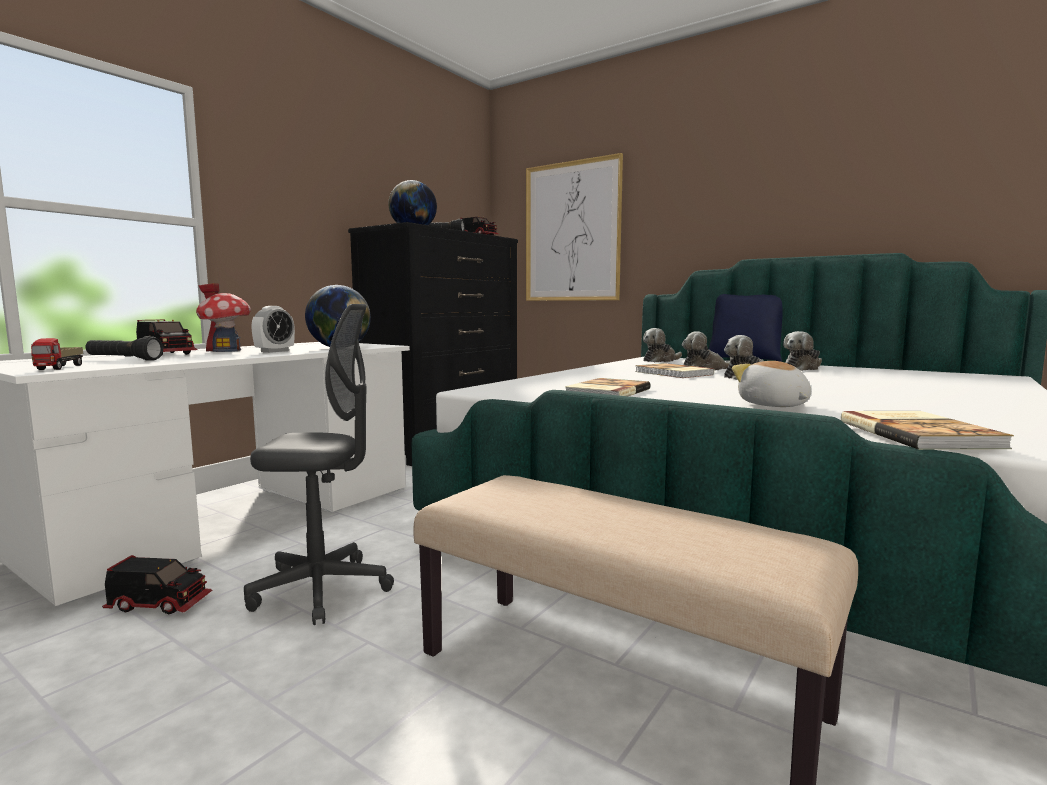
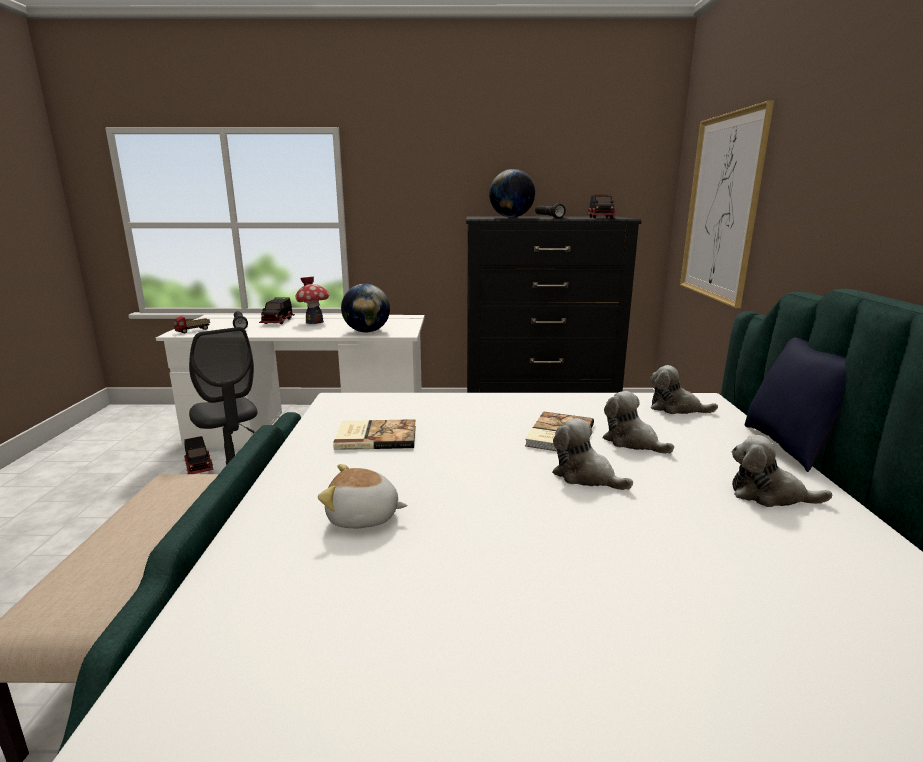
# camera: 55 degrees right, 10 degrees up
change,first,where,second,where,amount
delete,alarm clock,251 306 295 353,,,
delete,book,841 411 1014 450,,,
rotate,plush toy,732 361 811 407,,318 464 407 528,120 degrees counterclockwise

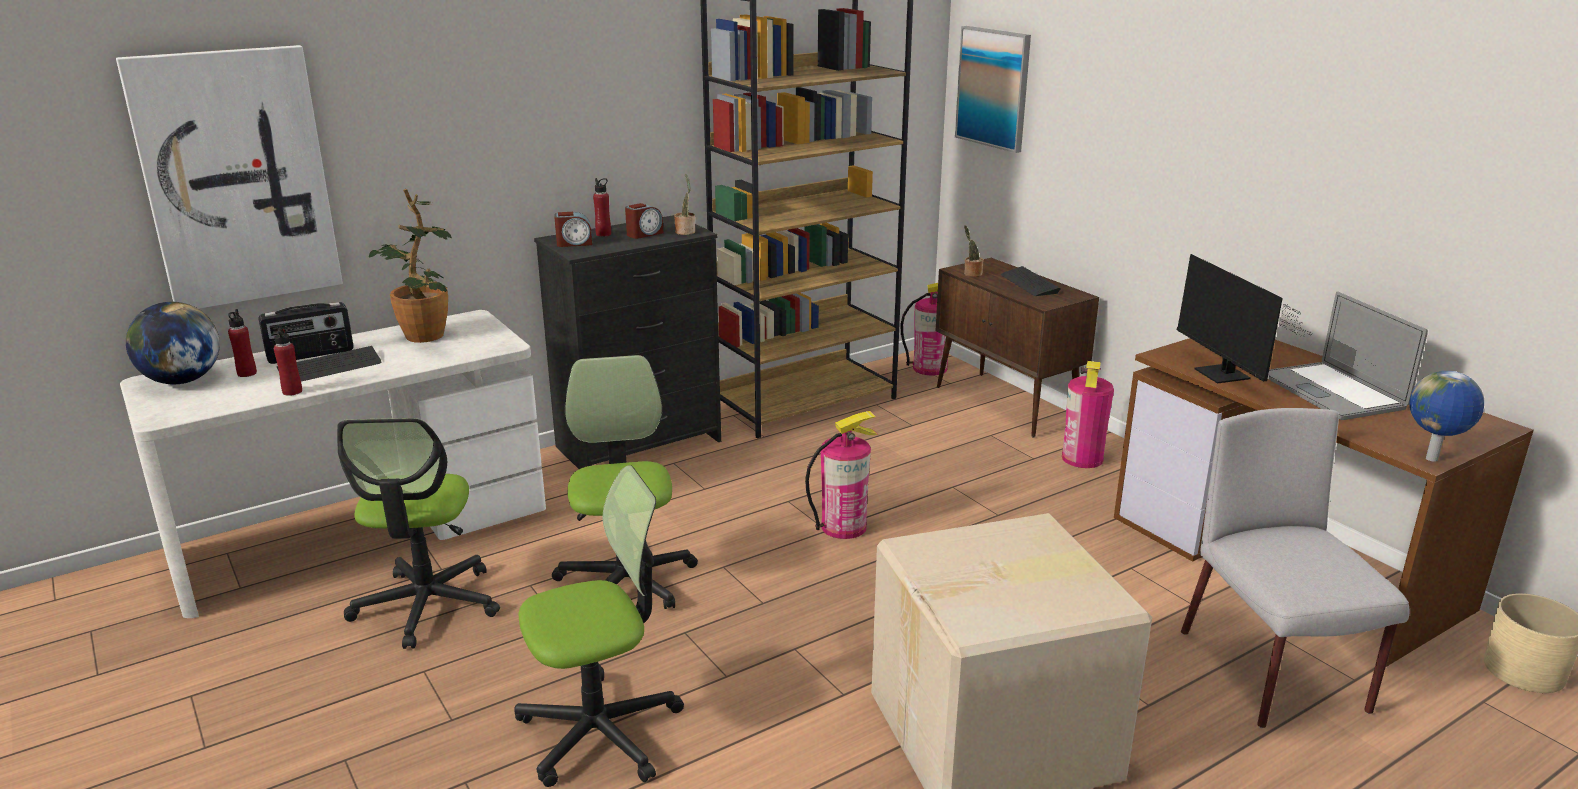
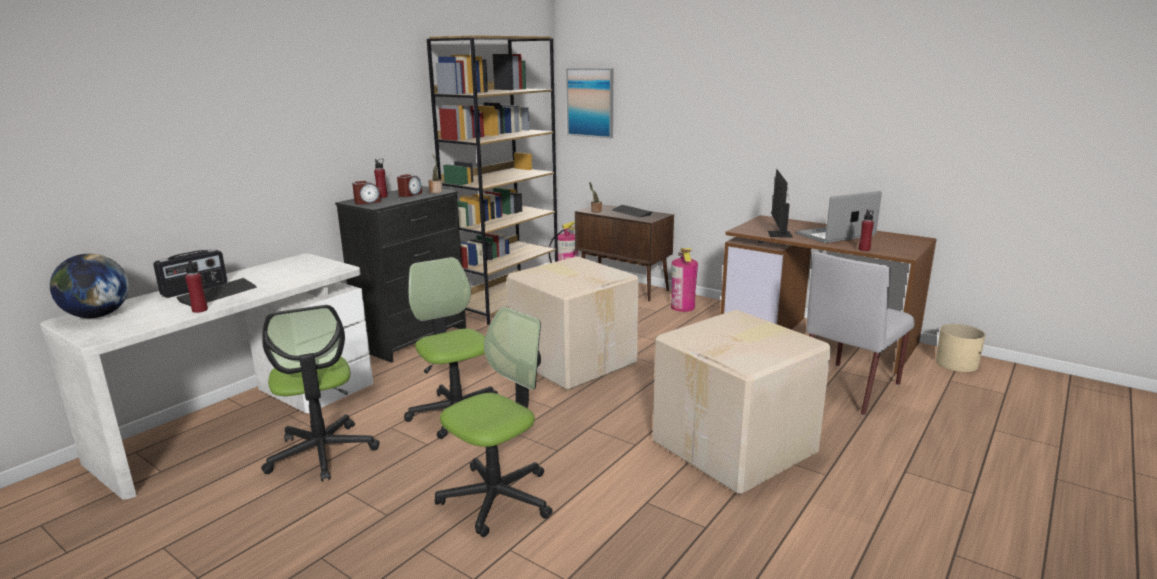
# camera: 20 degrees left, 5 degrees down
change,first,where,second,where,amount
delete,picture,116 45 343 309,,,
delete,potted plant,369 189 452 343,,,
delete,globe,1409 371 1484 462,,,
move,red bottle,228 309 257 377,,859 209 874 251,
replace,fire extinguisher,805 411 878 539,cardboard box,507 256 639 390,
rotate,monitor,1177 254 1312 384,,768 169 793 237,45 degrees clockwise
rotate,grey chair,1181 408 1410 728,,806 252 915 415,105 degrees counterclockwise
rotate,laptop,1268 291 1428 420,,795 191 882 243,105 degrees clockwise

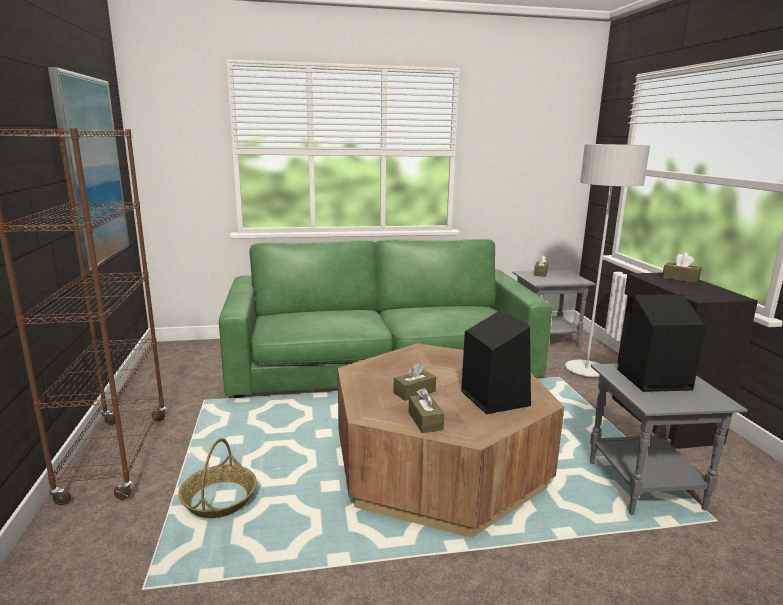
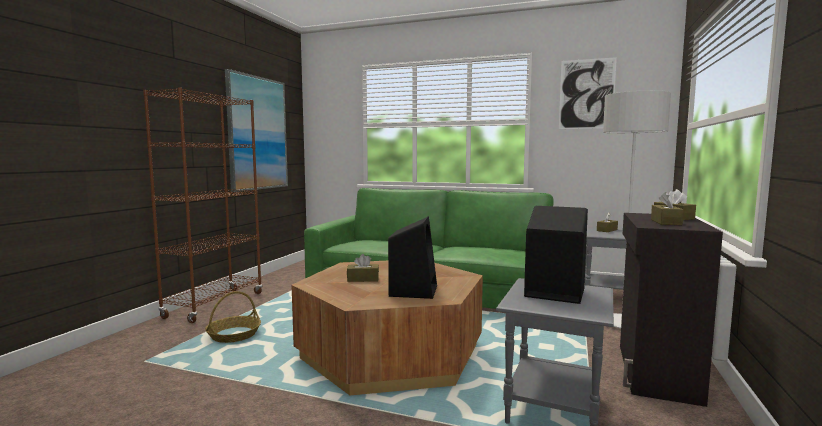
# camera: 30 degrees right, 10 degrees down
change,first,where,second,where,amount
insert,,,picture,559 57 617 129,
move,brown tissue box,409 388 444 433,,651 192 684 225,

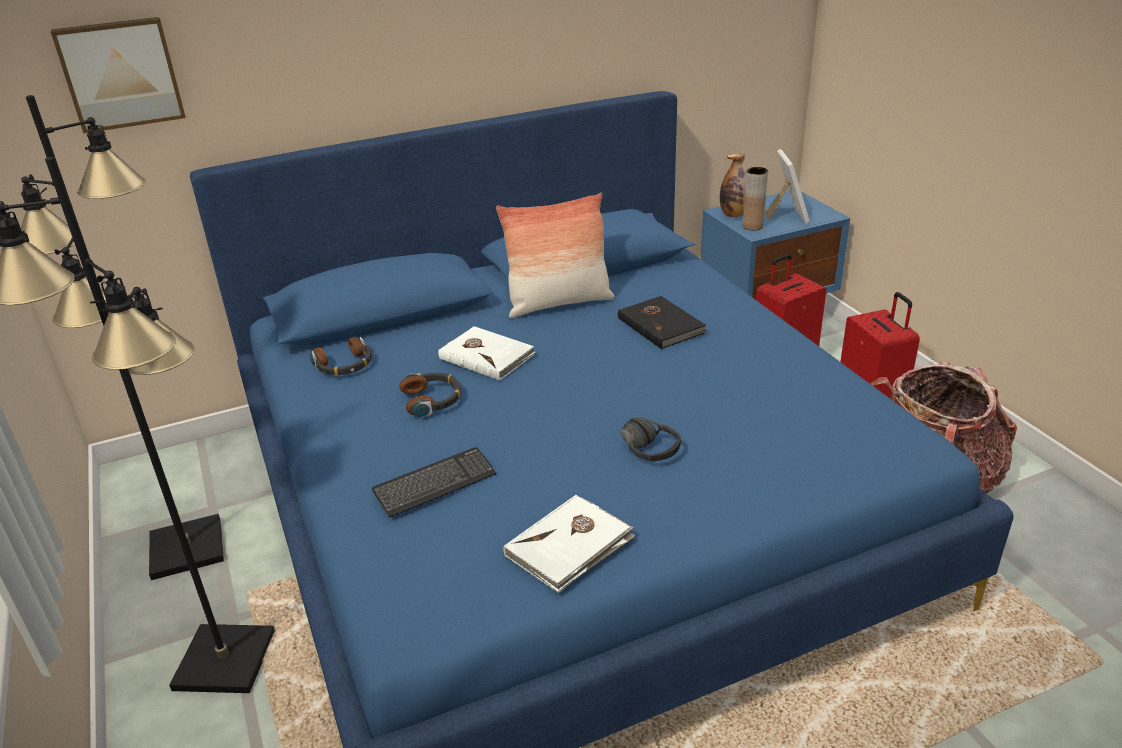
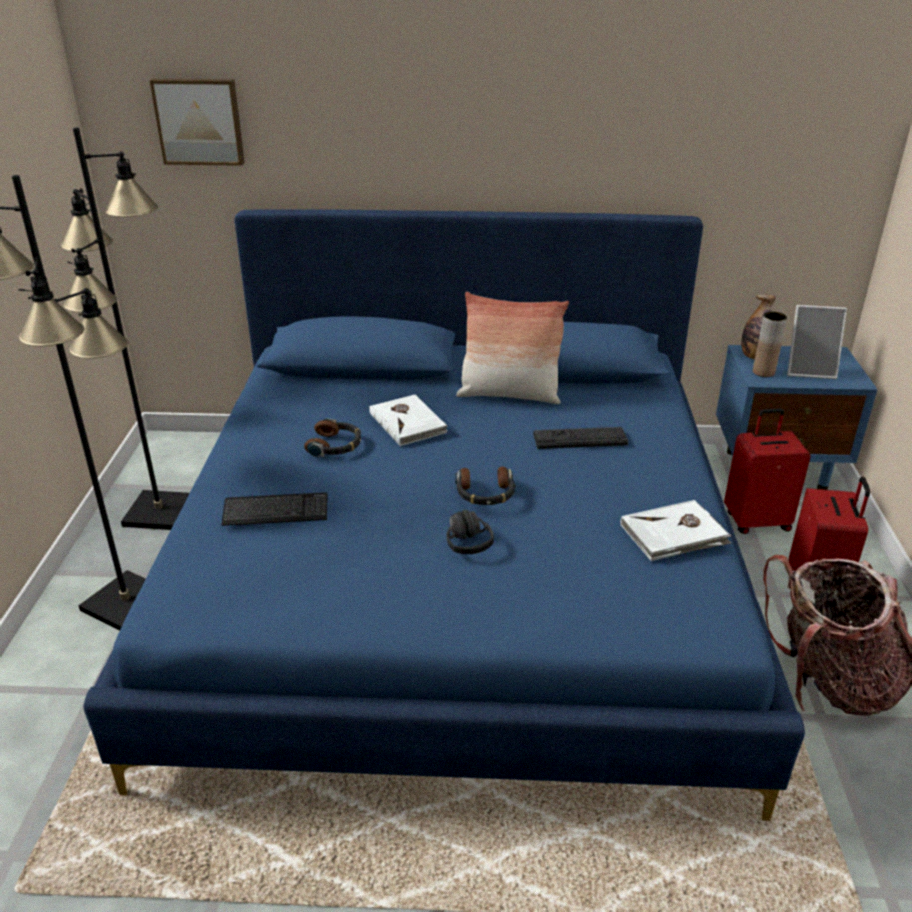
# camera: 25 degrees right, 0 degrees up
change,first,where,second,where,amount
move,headphones,310 337 372 376,,455 467 515 505,
move,white book,503 495 636 593,,620 500 731 561,
replace,black book,618 296 706 349,keyboard,533 427 628 449,
rotate,picture frame,765 149 810 224,,787 305 847 379,75 degrees clockwise

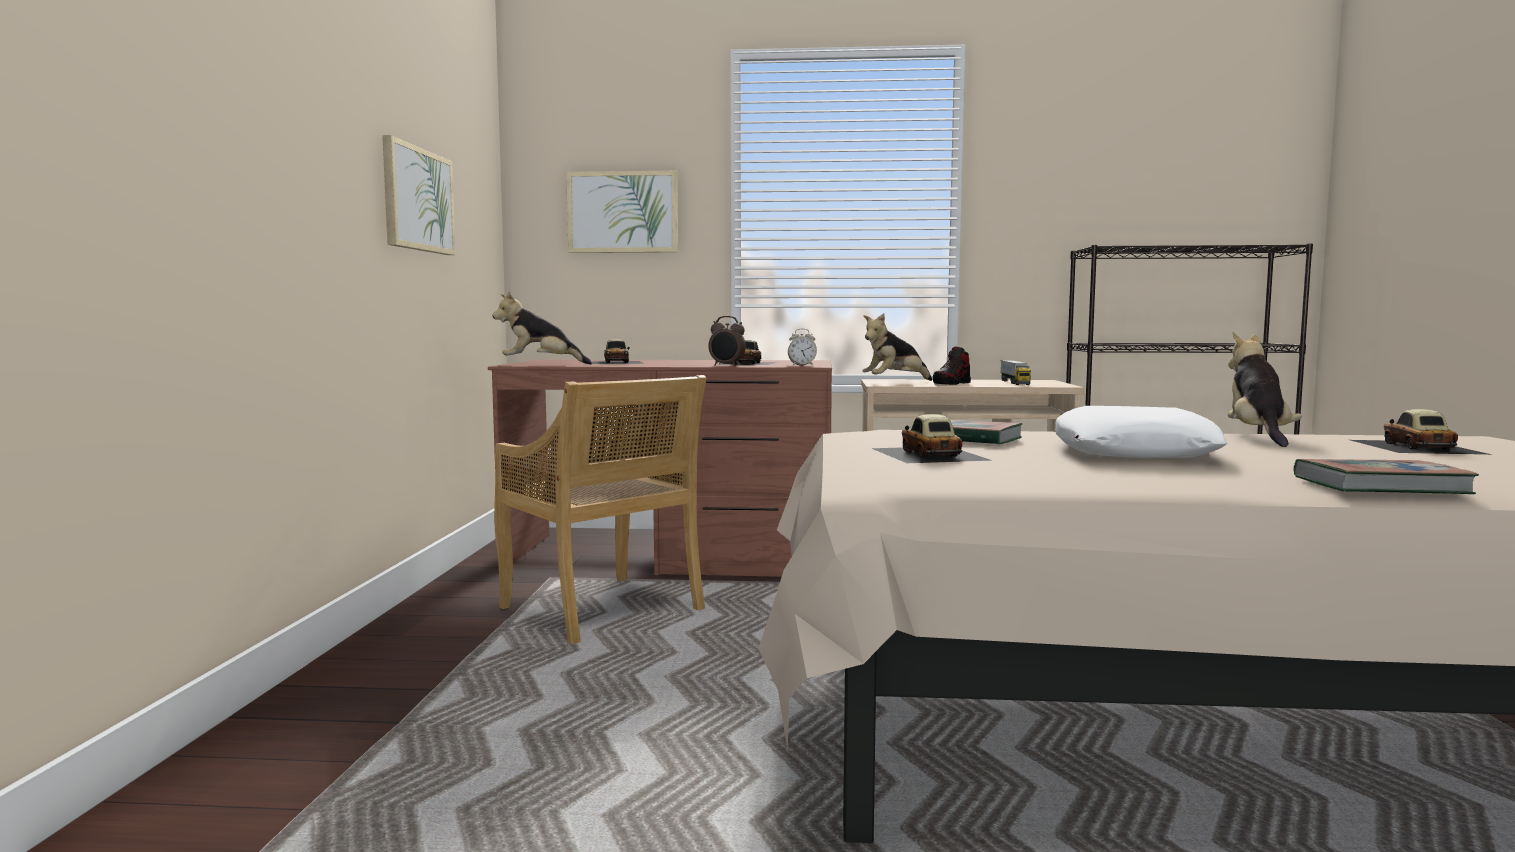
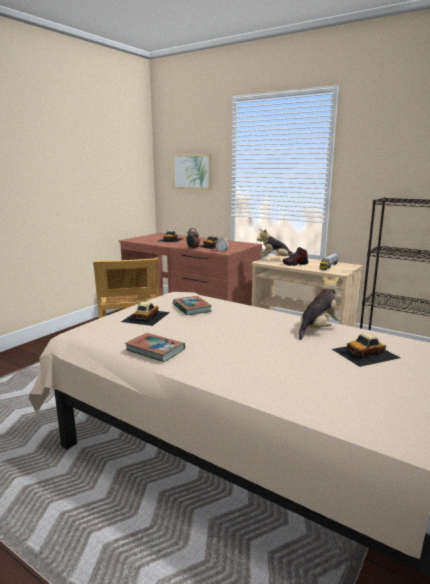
# camera: 30 degrees right, 10 degrees up
change,first,where,second,where,amount
delete,picture,382 135 456 255,,,
delete,plush toy,492 291 592 365,,,
delete,white pillow,1055 406 1227 458,,,
move,book,1293 459 1479 494,,125 333 185 362,
rotate,toy car,1350 409 1492 455,,332 333 400 367,150 degrees counterclockwise

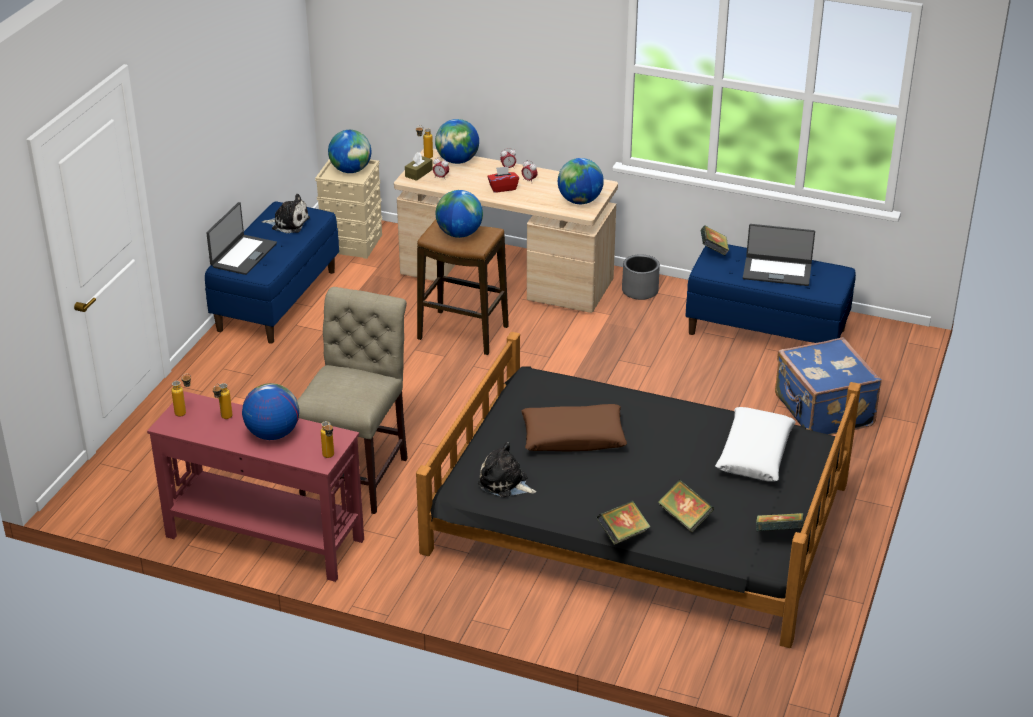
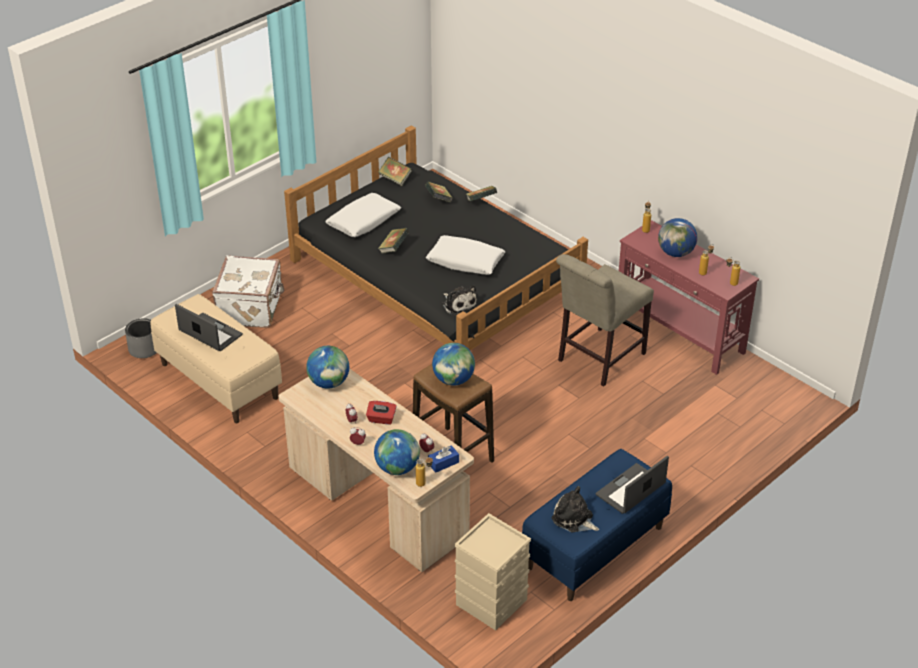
# camera: 155 degrees left, 5 degrees up
change,first,where,second,where,amount
delete,globe,328 130 371 173,,,
move,plush toy,478 442 536 497,,442 285 477 316,
move,grey planter,622 254 660 300,,125 318 157 358,
move,book,700 225 729 256,,378 228 409 254,
recolor,brown tissue box,405 152 433 181,blue tissue box,428 445 459 473,
recolor,brown pillow,521 404 627 452,white pillow,426 235 505 275,
recolor,blue bench,686 244 856 343,beige bench,151 294 282 423,
recolor,blue suitcase,775 337 882 435,white suitcase,212 255 284 328,

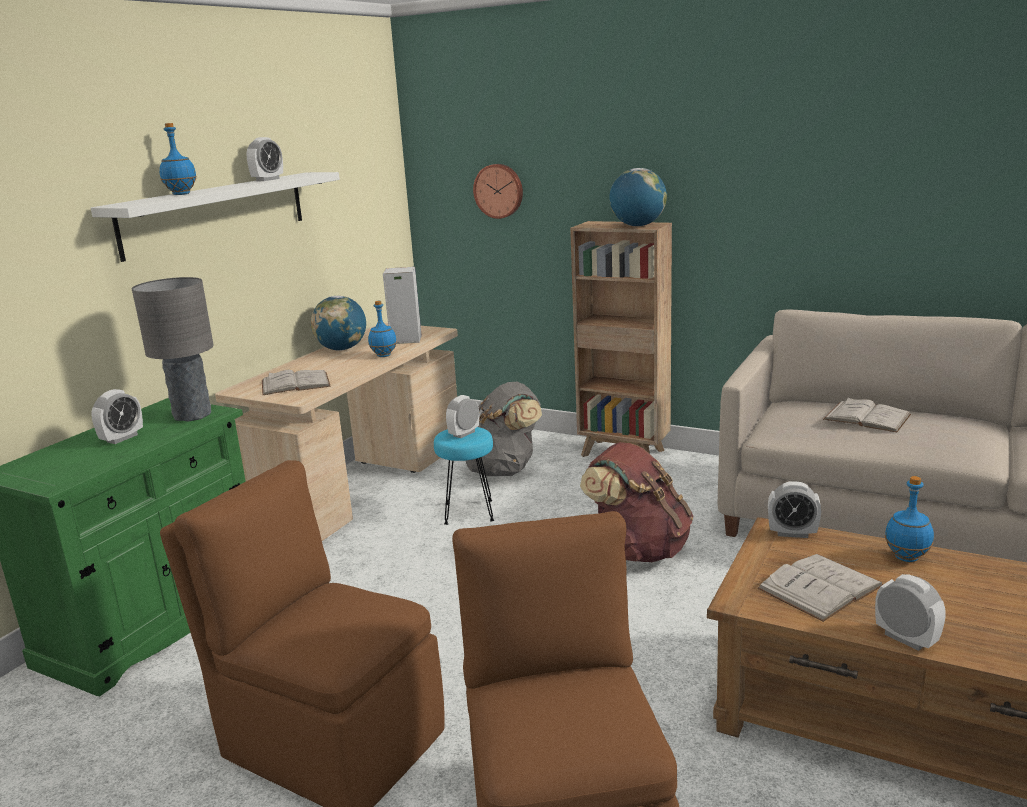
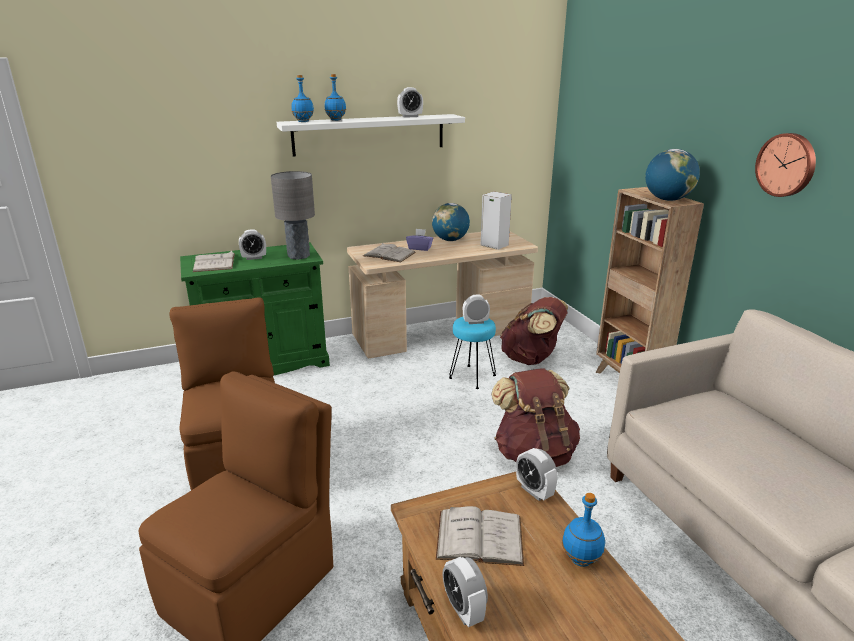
# camera: 40 degrees right, 5 degrees up
change,first,where,second,where,amount
insert,,,purple tissue box,406 229 433 251,
move,blue bottle,368 301 397 357,,291 75 314 122,
move,wall clock,473 164 523 219,,755 133 816 197,
move,white book,823 397 911 432,,193 250 235 272,
recolor,grey backpack,466 382 542 476,brown backpack,500 297 568 365,
rotate,alarm clock,875 574 946 651,,442 557 488 627,150 degrees clockwise

